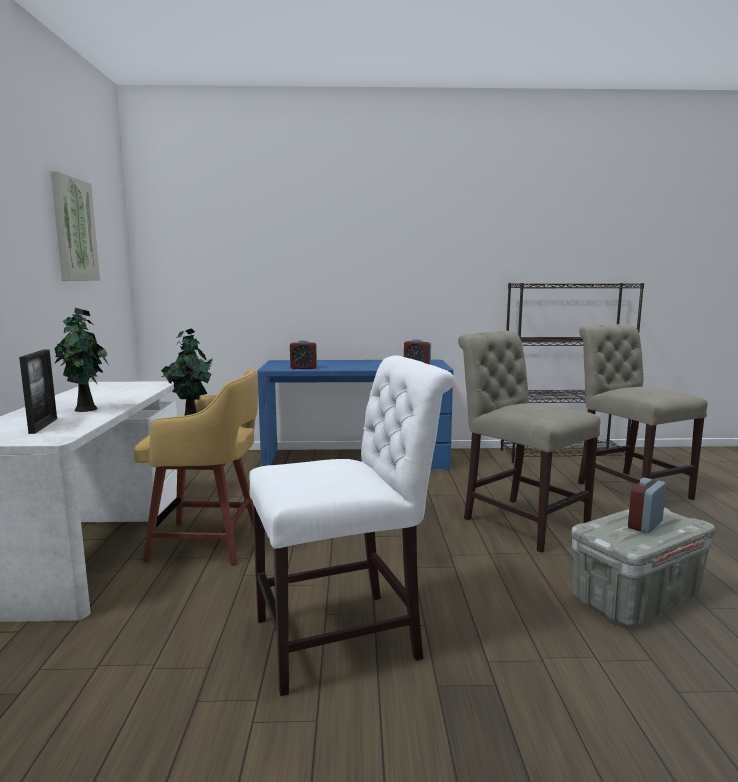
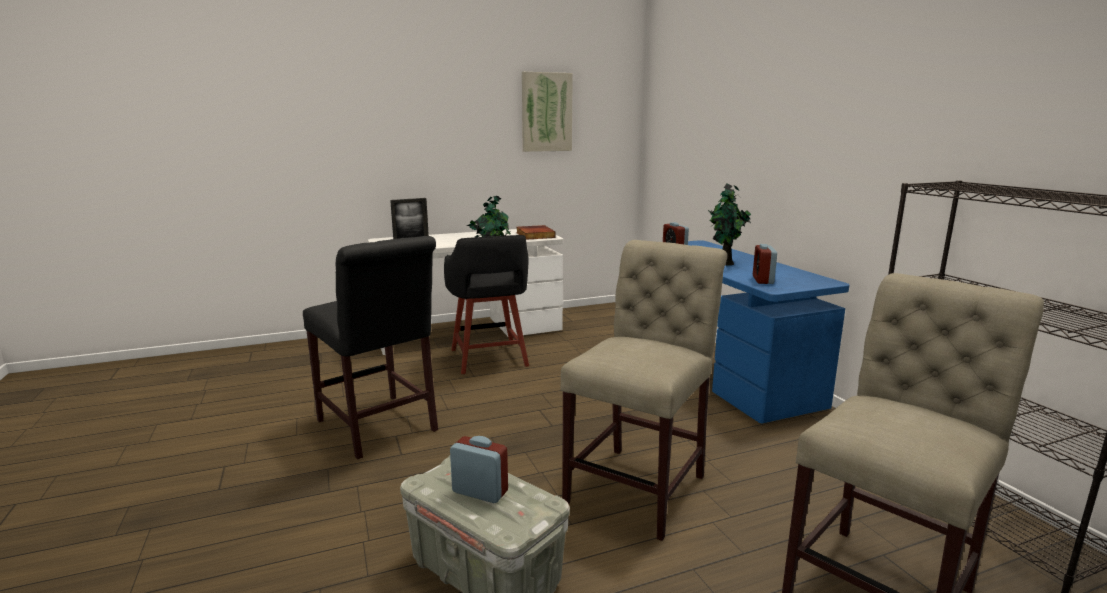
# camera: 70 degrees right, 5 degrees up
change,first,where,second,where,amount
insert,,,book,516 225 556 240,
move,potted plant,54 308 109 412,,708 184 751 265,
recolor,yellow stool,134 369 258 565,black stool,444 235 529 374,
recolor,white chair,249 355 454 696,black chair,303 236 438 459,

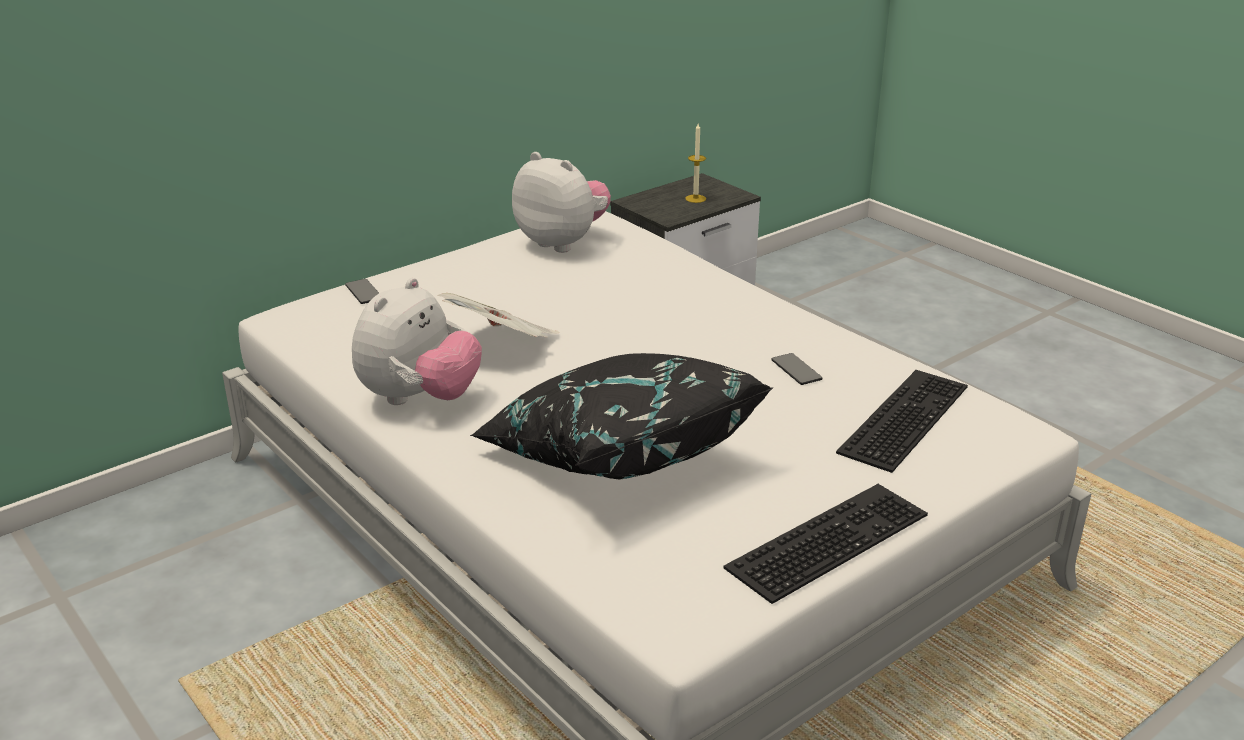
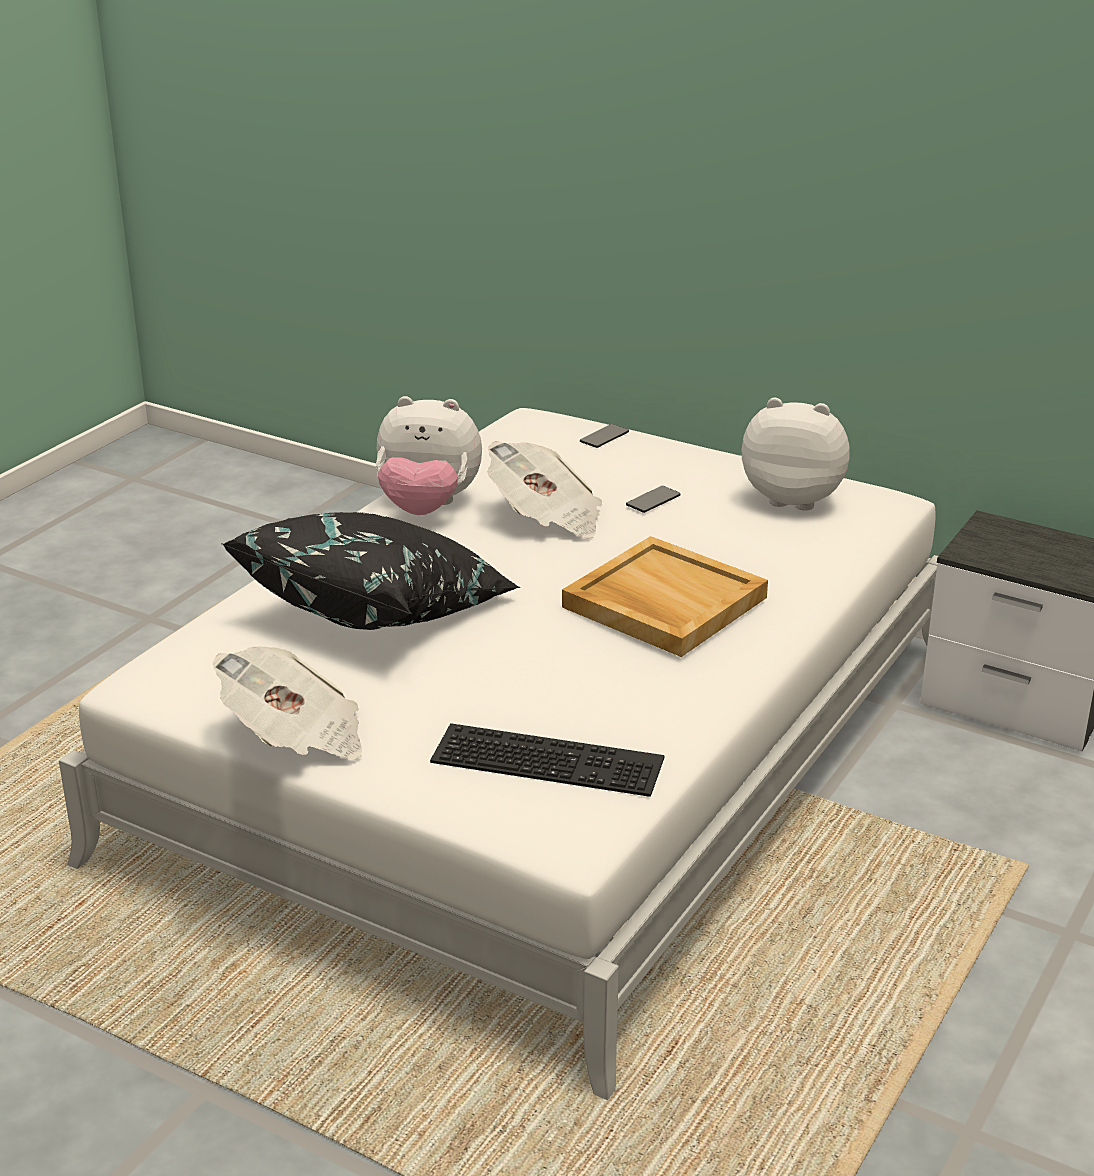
# camera: 70 degrees right, 0 degrees up
change,first,where,second,where,amount
delete,candle,685 124 706 203,,,
insert,,,beige tray,562 536 768 657,
move,phone,771 353 823 385,,626 486 680 513,
replace,keyboard,723 484 928 604,newspaper,213 647 362 760,
rotate,plush toy,512 152 611 253,,742 398 850 511,90 degrees counterclockwise

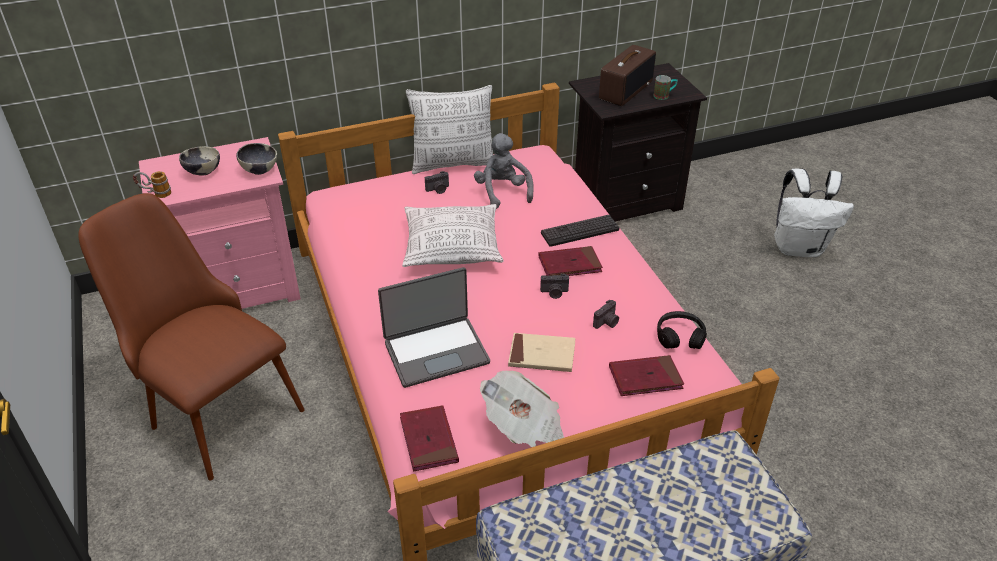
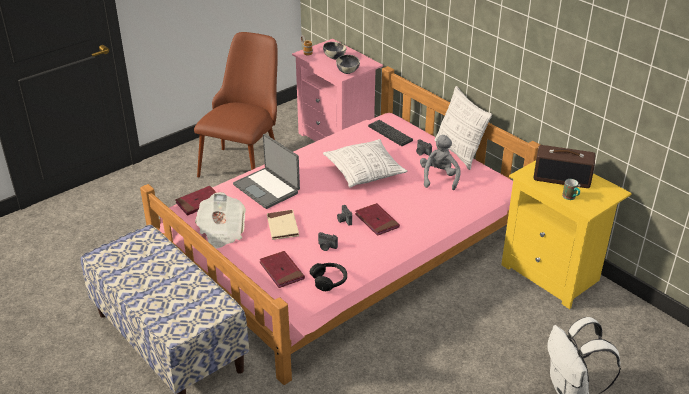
# camera: 70 degrees right, 5 degrees down
change,first,where,second,where,amount
move,keyboard,541 215 619 247,,368 120 413 146,
recolor,black nightstand,569 63 707 222,yellow nightstand,501 160 632 309,
rotate,grey plush toy,474 133 534 209,,420 135 461 190,45 degrees counterclockwise

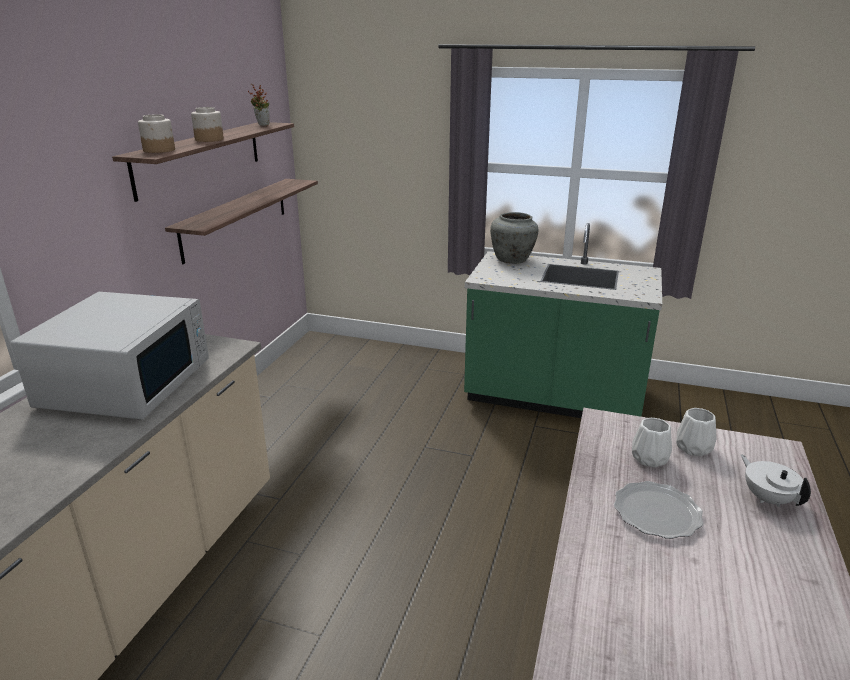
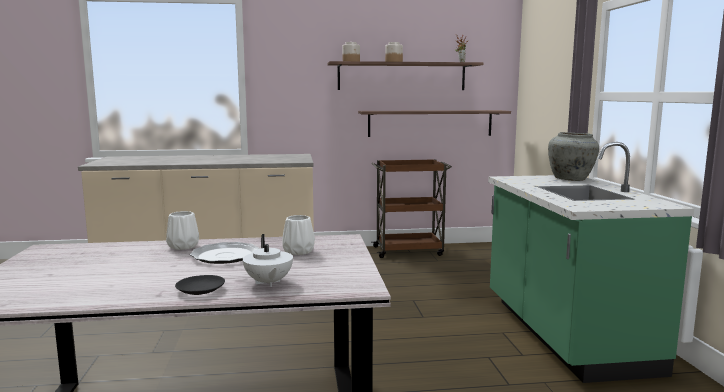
# camera: 65 degrees right, 15 degrees down
change,first,where,second,where,amount
delete,white microwave,10 292 209 420,,,
insert,,,black plate,175 275 225 295,
insert,,,brown cart,371 159 452 258,
move,white vase,676 408 716 456,,166 211 199 250,
rotate,white teapot,741 455 811 507,,243 234 293 287,120 degrees clockwise

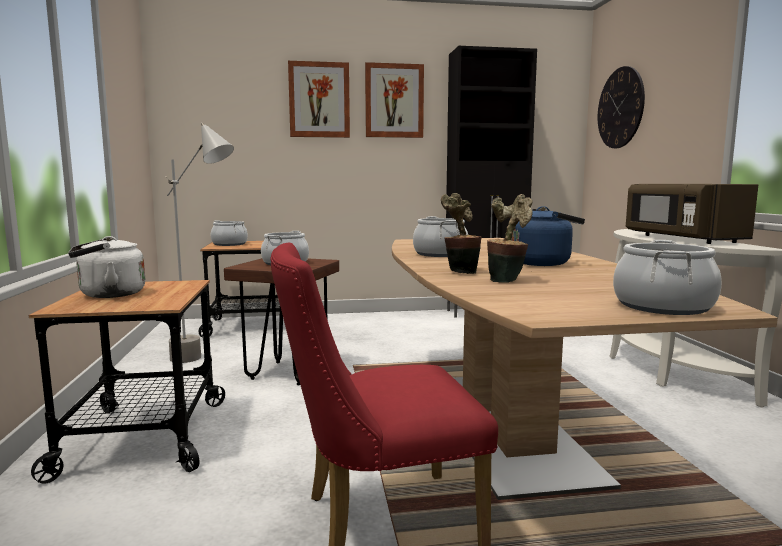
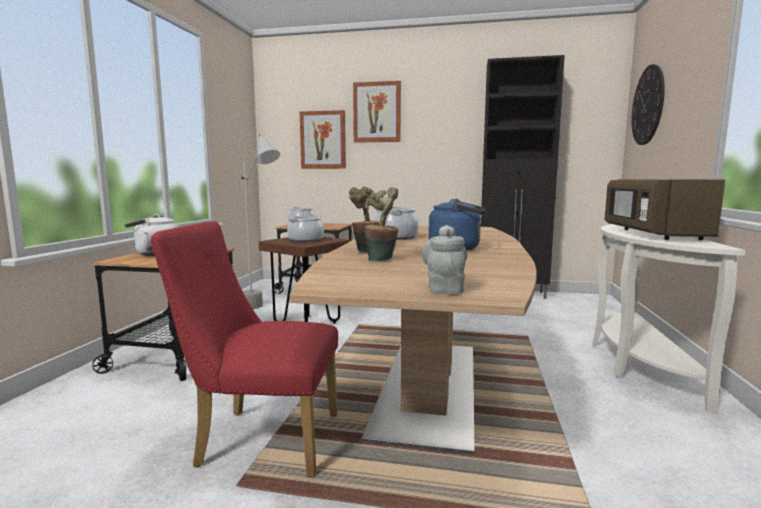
# camera: 20 degrees right, 0 degrees up
change,first,where,second,where,amount
move,picture,365 62 424 138,,300 110 346 169,
replace,cooking pot,613 240 722 315,grey teapot,422 225 467 294,

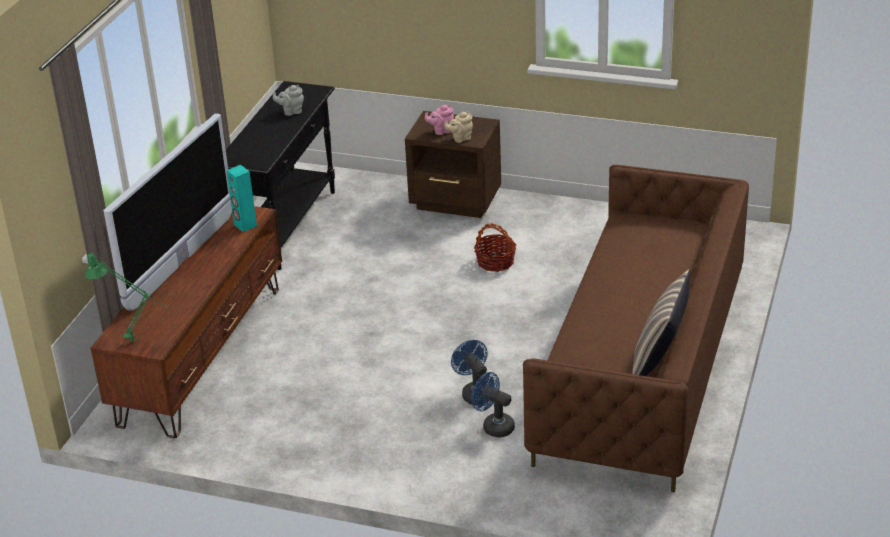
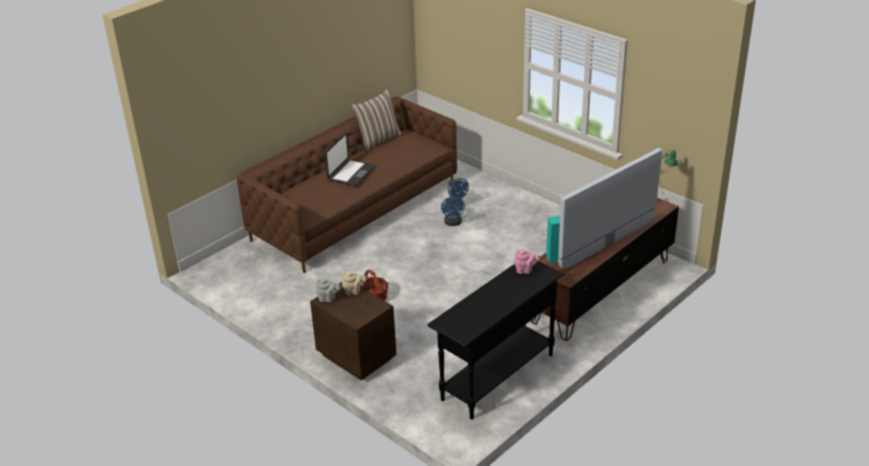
# camera: 155 degrees left, 0 degrees up
change,first,where,second,where,amount
insert,,,laptop,325 133 375 186,
move,grey teapot,273 85 304 116,,316 279 342 302,
move,pink teapot,425 104 454 135,,514 250 541 274,

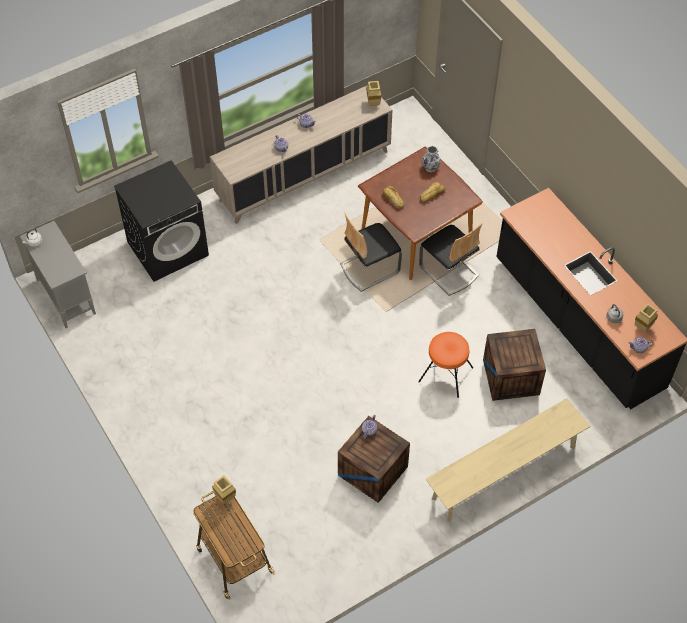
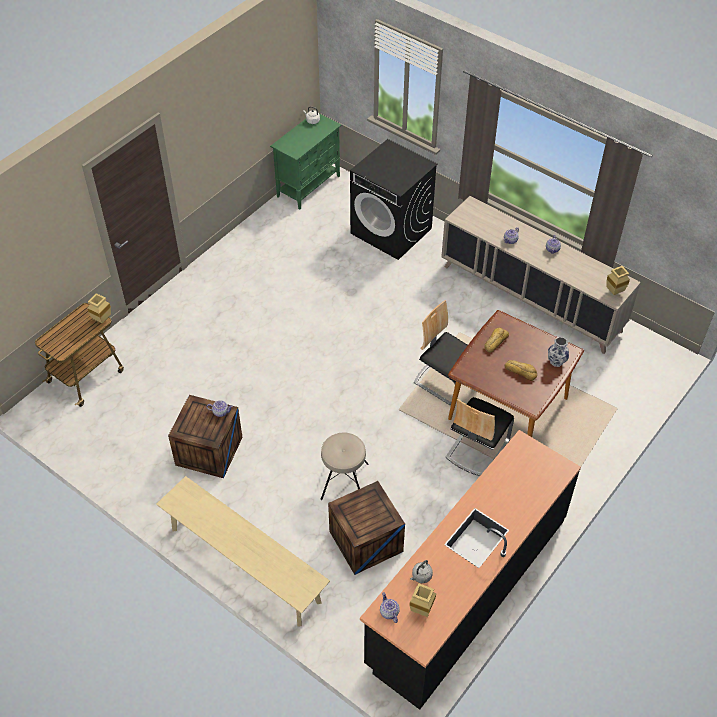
# camera: 70 degrees right, 5 degrees down
change,first,where,second,where,amount
recolor,grey cabinet,20 221 96 328,green cabinet,270 113 342 209,
recolor,orange stool,418 332 473 398,beige stool,321 432 368 500,

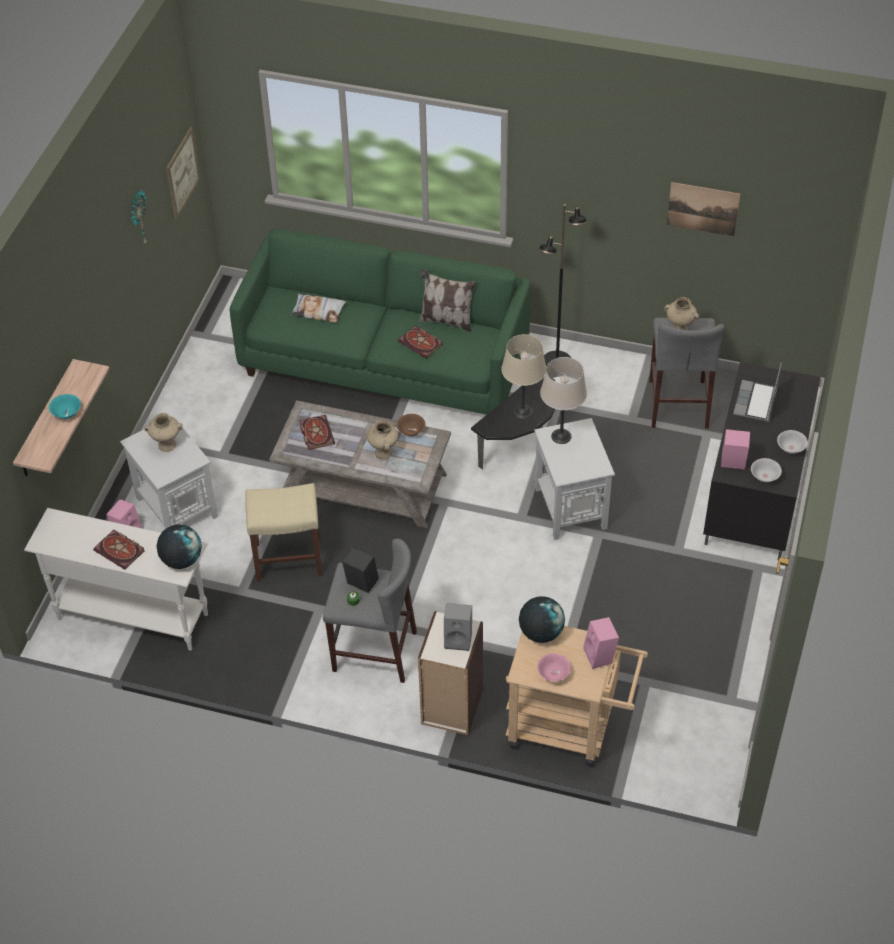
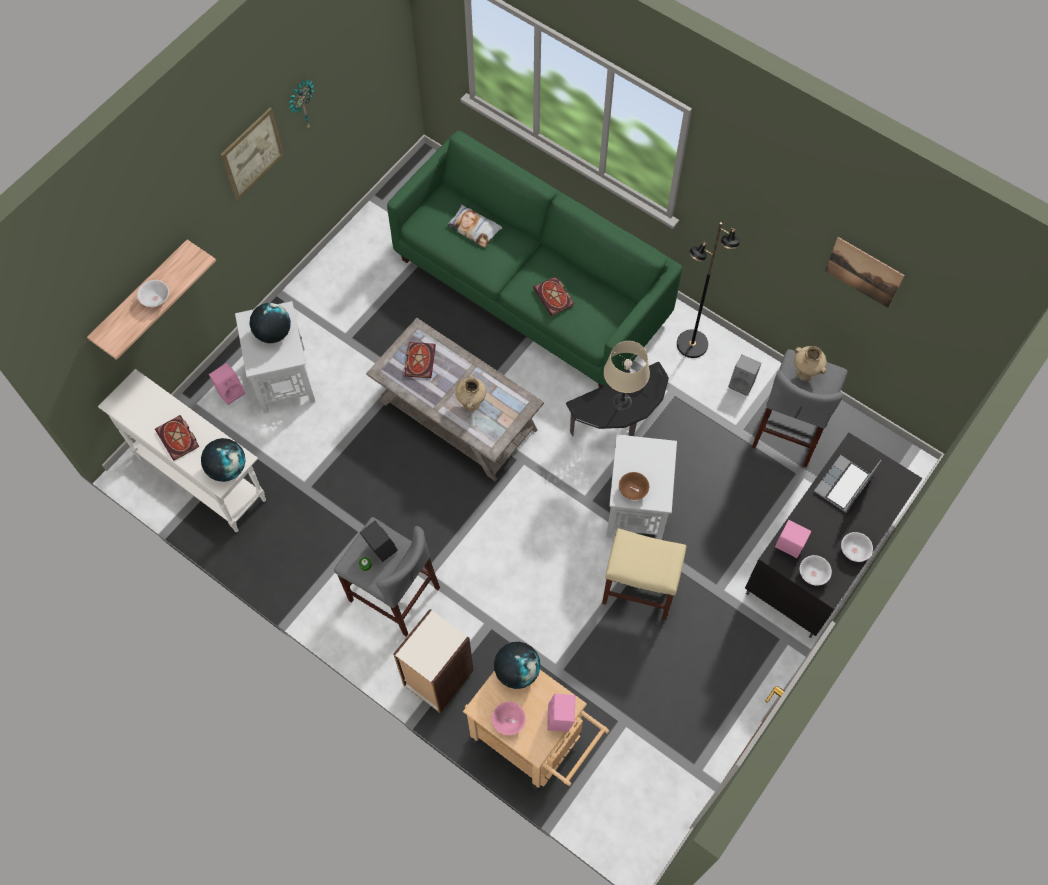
# camera: 20 degrees right, 15 degrees up
change,first,where,second,where,amount
delete,pillow,418 269 476 332,,,
delete,beige table lamp,540 357 587 444,,,
move,picture,166 127 201 220,,220 108 284 200,
move,beige stool,245 483 322 582,,602 528 687 620,
move,brown bowl,396 414 425 436,,619 472 649 500,
move,grey speaker,444 603 472 651,,728 355 762 396,
replace,beige vase,145 413 183 452,globe,250 303 291 343,
recolor,turquoise bowl,49 394 81 419,white bowl,137 280 169 307,

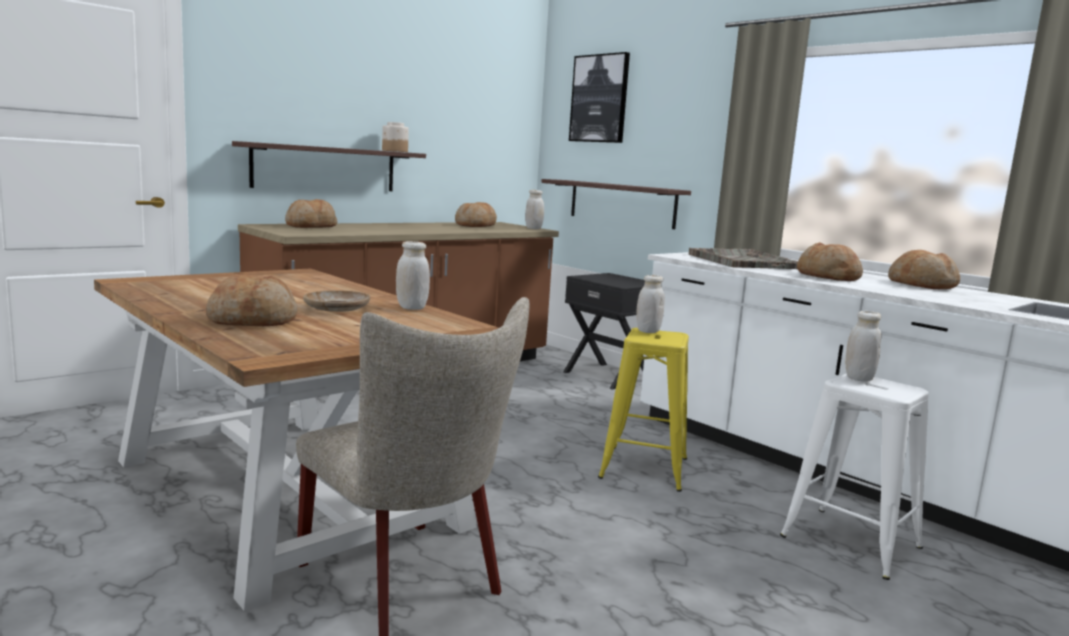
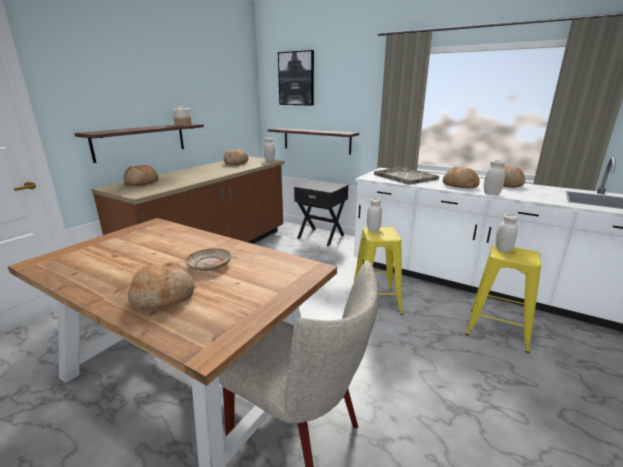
# camera: 15 degrees left, 10 degrees up
change,first,where,second,where,amount
move,white jar,396 241 430 310,,484 160 505 195,
recolor,white stool,780 373 929 580,yellow stool,466 245 541 353,

